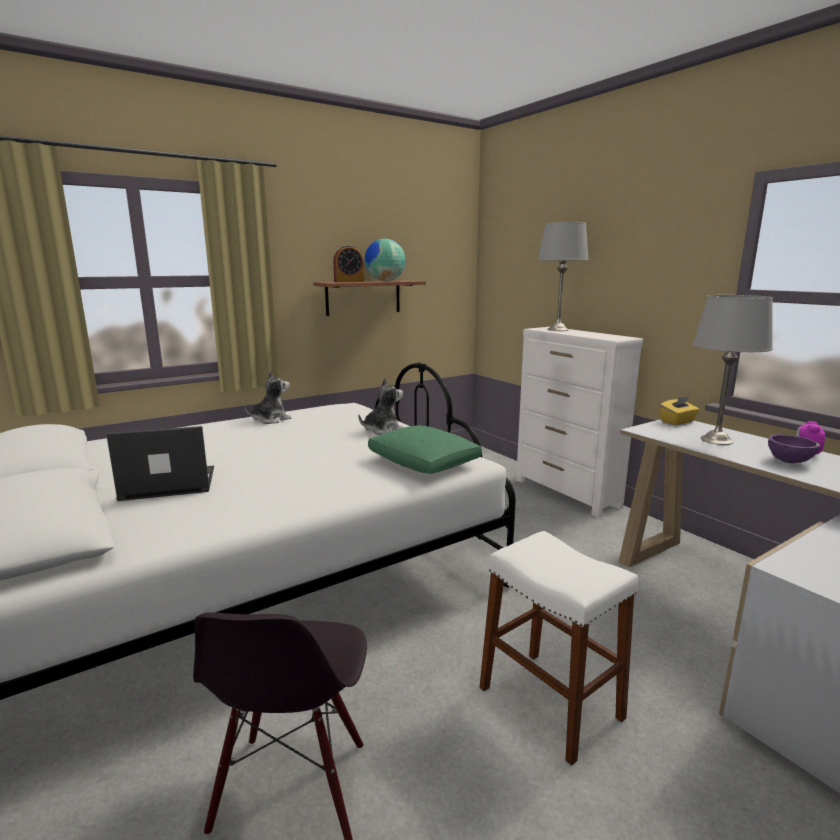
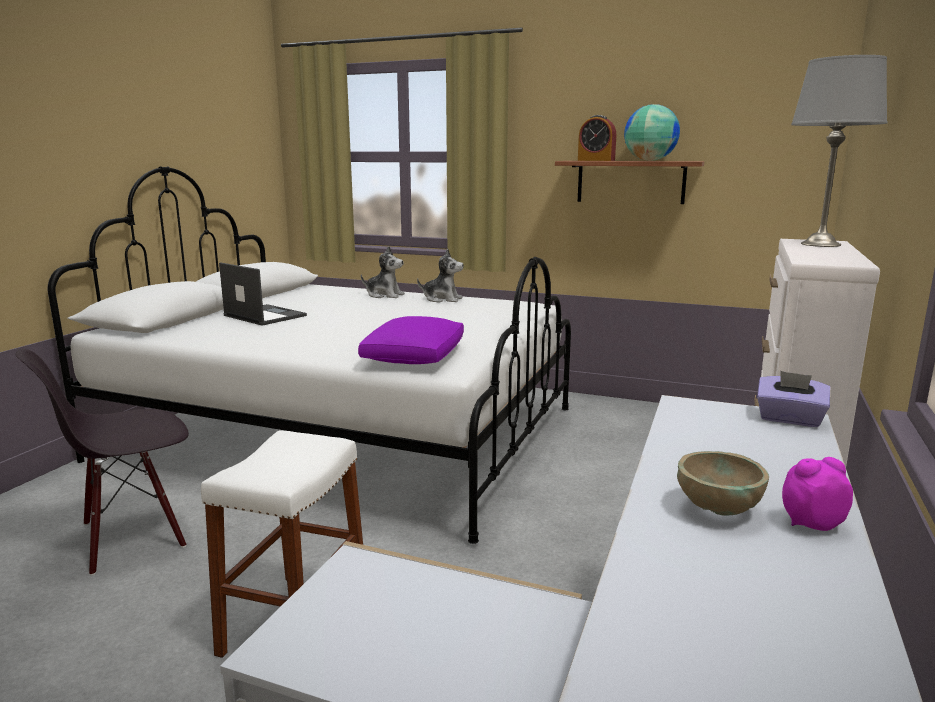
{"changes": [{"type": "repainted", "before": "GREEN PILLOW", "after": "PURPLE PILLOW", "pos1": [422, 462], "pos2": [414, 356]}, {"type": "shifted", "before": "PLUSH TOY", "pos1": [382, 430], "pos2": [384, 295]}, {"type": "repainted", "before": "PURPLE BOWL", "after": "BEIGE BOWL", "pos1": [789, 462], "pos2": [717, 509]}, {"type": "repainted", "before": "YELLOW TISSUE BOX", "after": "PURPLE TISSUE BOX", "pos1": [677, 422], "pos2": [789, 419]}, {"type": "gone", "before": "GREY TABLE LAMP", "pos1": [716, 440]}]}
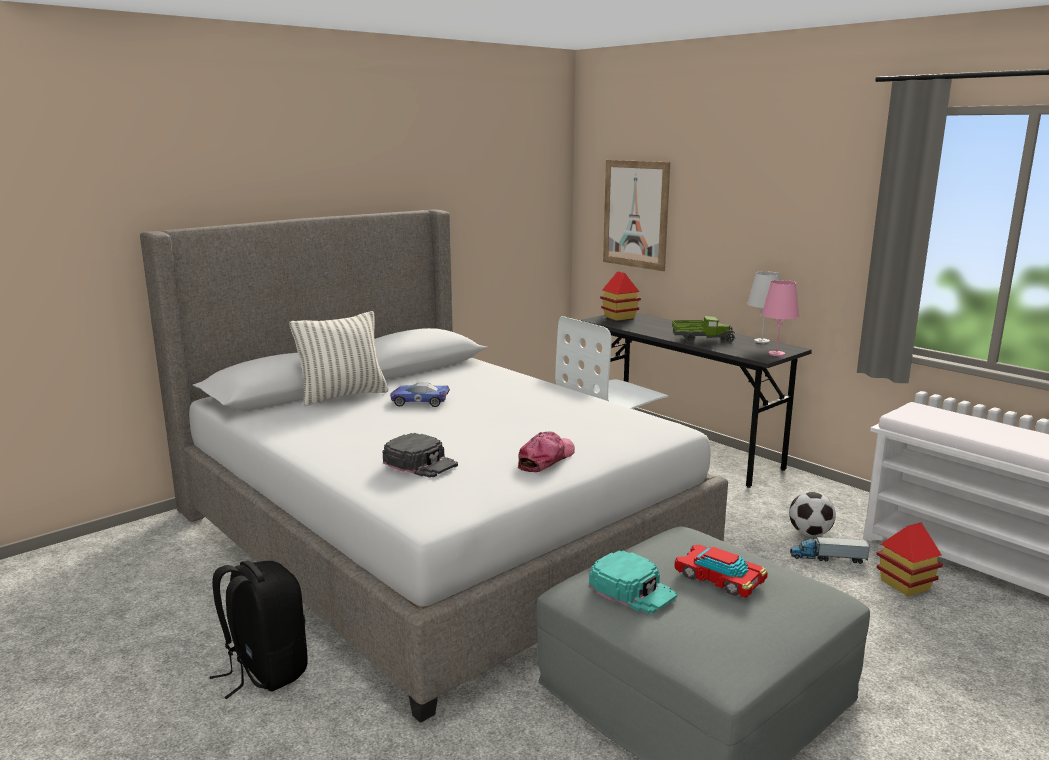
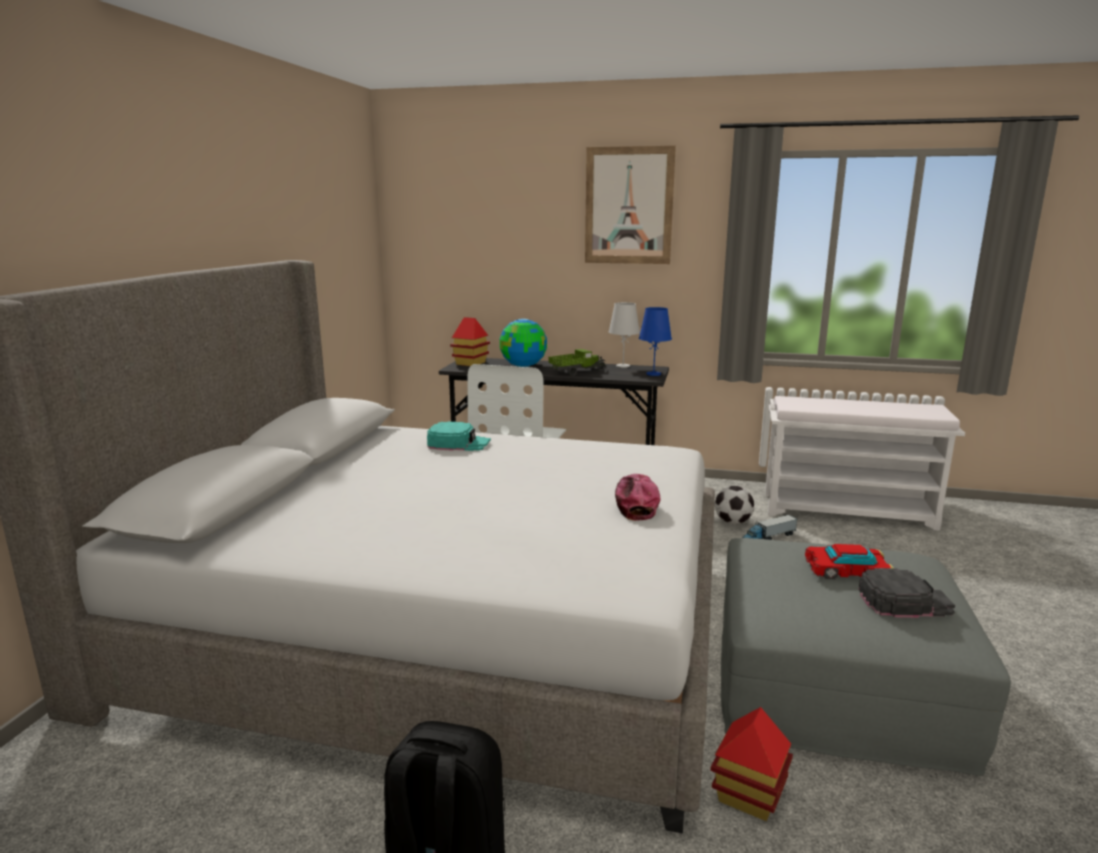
{"changes": [{"type": "shifted", "before": "TURQUOISE CAP", "pos1": [633, 590], "pos2": [458, 443]}, {"type": "new", "after": "GLOBE", "pos2": [524, 366]}, {"type": "shifted", "before": "PICTURE", "pos1": [635, 214], "pos2": [628, 206]}, {"type": "repainted", "before": "PINK TABLE LAMP", "after": "BLUE TABLE LAMP", "pos1": [776, 354], "pos2": [653, 374]}, {"type": "shifted", "before": "TOY HOUSE", "pos1": [904, 585], "pos2": [748, 796]}, {"type": "shifted", "before": "BLACK CAP", "pos1": [421, 463], "pos2": [904, 601]}, {"type": "gone", "before": "PILLOW", "pos1": [343, 396]}, {"type": "gone", "before": "TOY CAR", "pos1": [419, 401]}]}
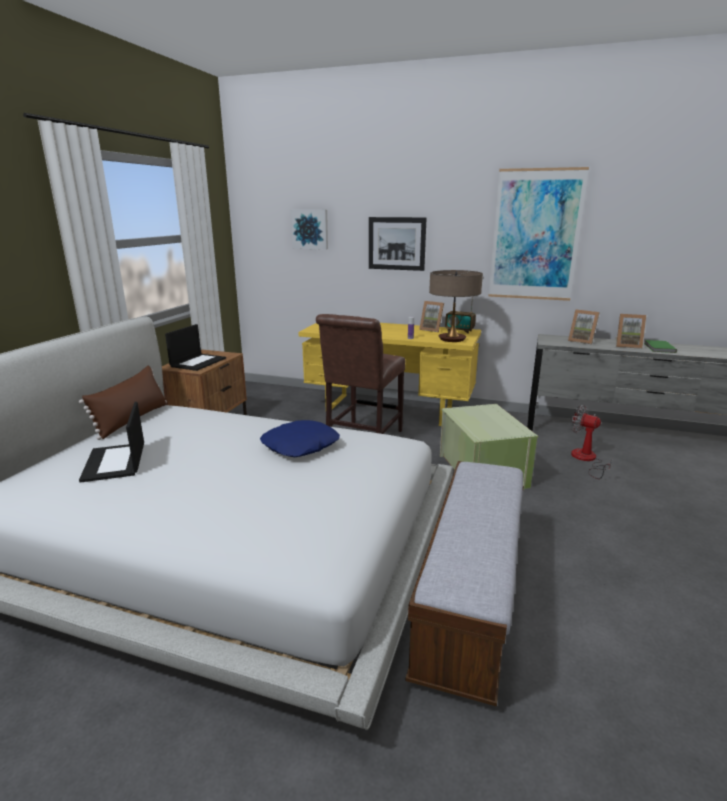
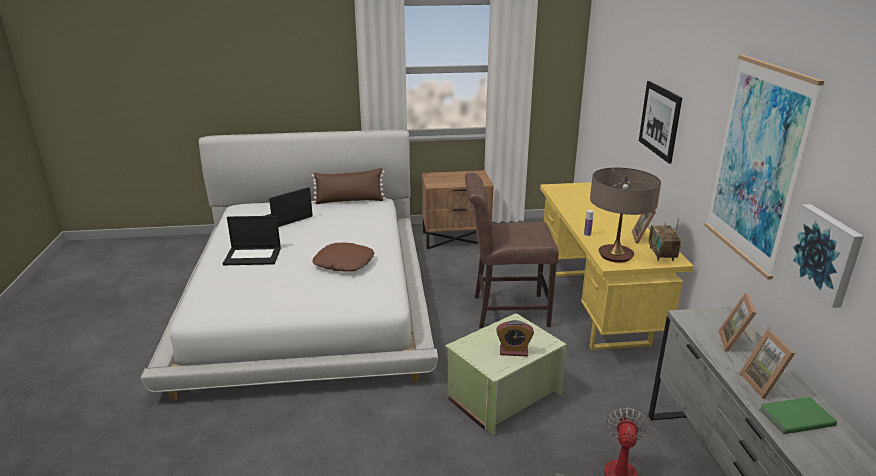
{"changes": [{"type": "shifted", "before": "LAPTOP", "pos1": [198, 362], "pos2": [253, 256]}, {"type": "repainted", "before": "BLUE PILLOW", "after": "BROWN PILLOW", "pos1": [301, 446], "pos2": [344, 263]}, {"type": "new", "after": "ALARM CLOCK", "pos2": [513, 351]}, {"type": "shifted", "before": "PICTURE", "pos1": [310, 229], "pos2": [825, 254]}, {"type": "gone", "before": "BENCH", "pos1": [469, 598]}]}
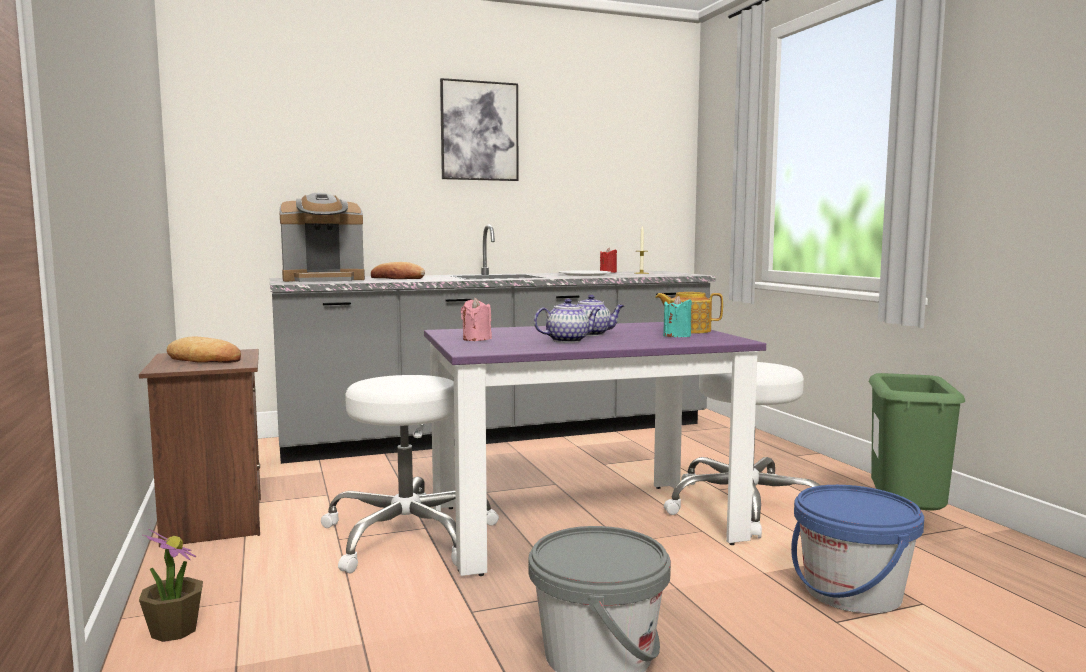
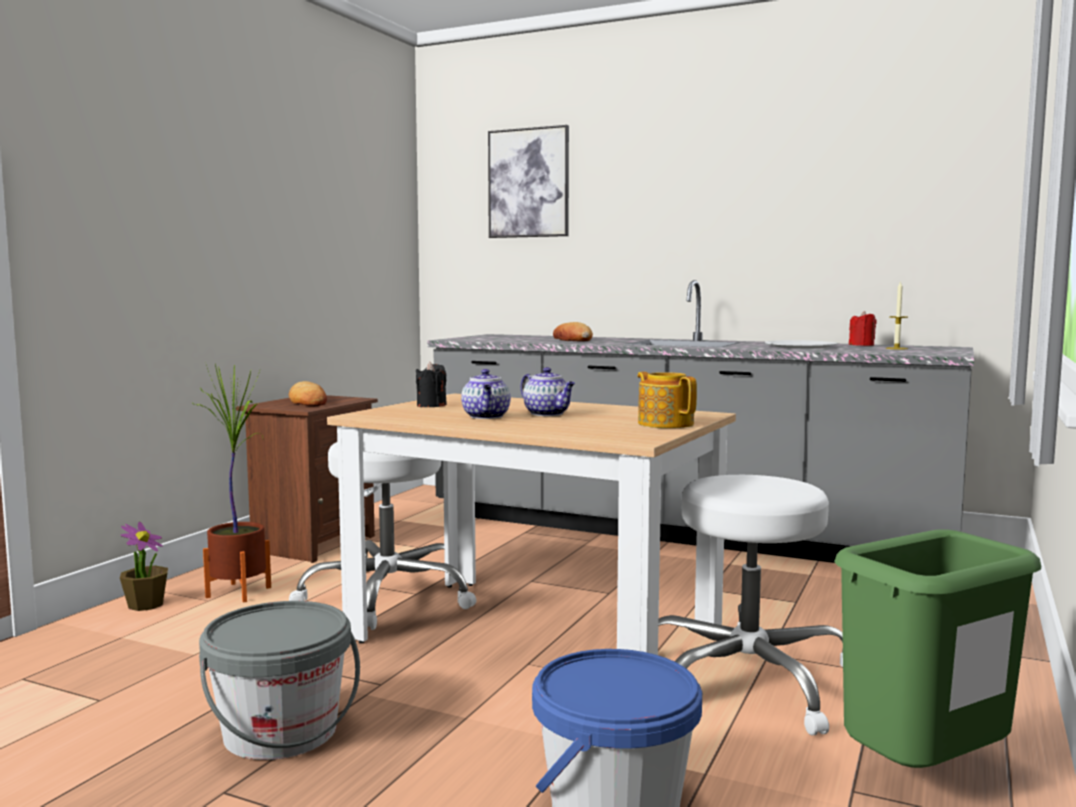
{"changes": [{"type": "new", "after": "POTTED PLANT", "pos2": [239, 592]}, {"type": "repainted", "before": "PURPLE DINING TABLE", "after": "BEIGE DINING TABLE", "pos1": [582, 525], "pos2": [534, 635]}, {"type": "repainted", "before": "PINK CANDLE", "after": "BLACK CANDLE", "pos1": [476, 339], "pos2": [431, 405]}, {"type": "rotated", "before": "TEAPOT", "pos1": [568, 340], "pos2": [486, 417], "turn": 60}, {"type": "shifted", "before": "PICTURE", "pos1": [479, 131], "pos2": [528, 183]}, {"type": "gone", "before": "COFFEE MACHINE", "pos1": [324, 280]}, {"type": "gone", "before": "TURQUOISE CANDLE", "pos1": [677, 336]}]}
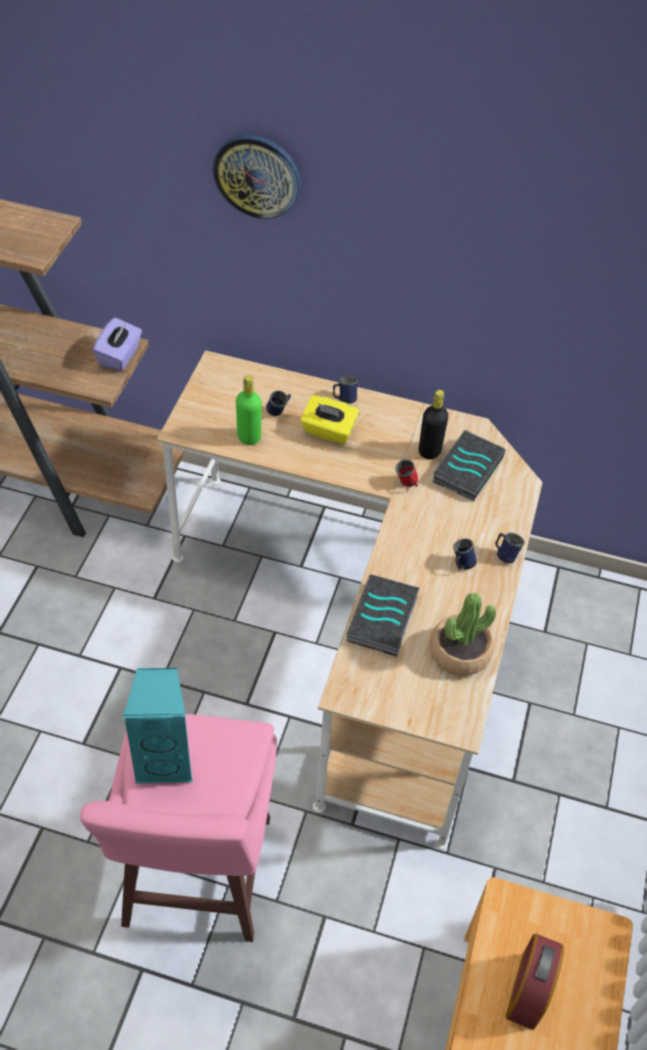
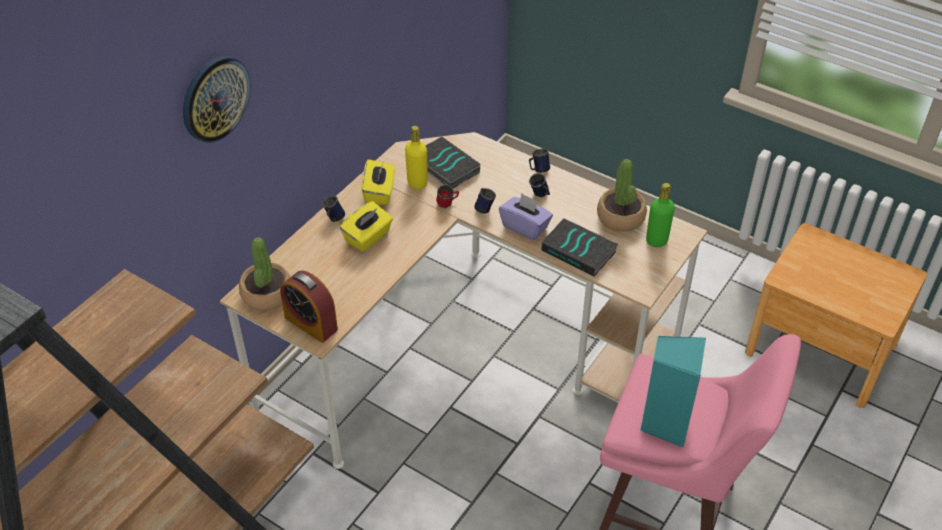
{"changes": [{"type": "new", "after": "POTTED PLANT", "pos2": [267, 294]}, {"type": "shifted", "before": "ALARM CLOCK", "pos1": [528, 990], "pos2": [311, 323]}, {"type": "new", "after": "YELLOW TISSUE BOX", "pos2": [379, 193]}, {"type": "repainted", "before": "BLACK BOTTLE", "after": "YELLOW BOTTLE", "pos1": [429, 451], "pos2": [417, 183]}, {"type": "shifted", "before": "BLUE MUG", "pos1": [279, 411], "pos2": [483, 208]}, {"type": "shifted", "before": "PURPLE TISSUE BOX", "pos1": [120, 356], "pos2": [525, 227]}, {"type": "shifted", "before": "GREEN BOTTLE", "pos1": [249, 437], "pos2": [656, 241]}]}
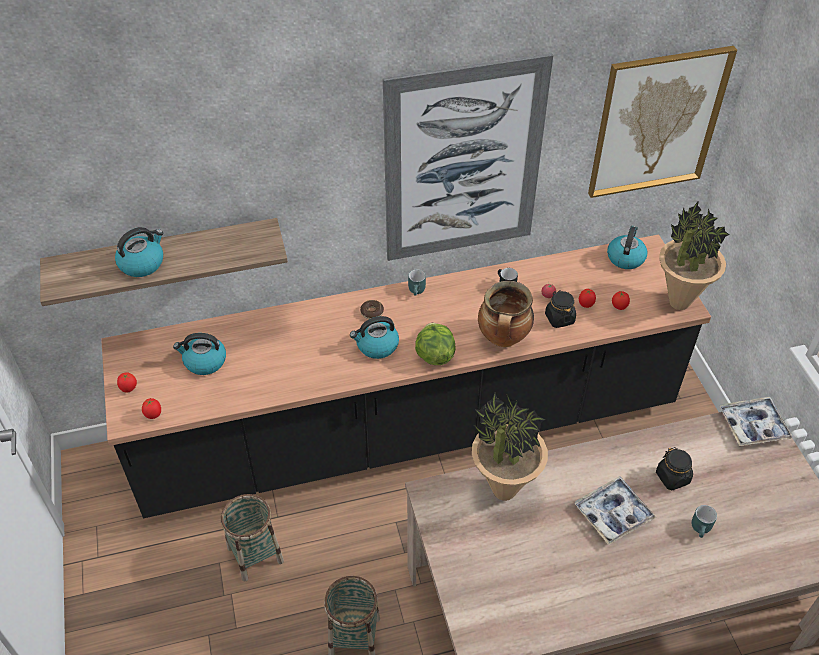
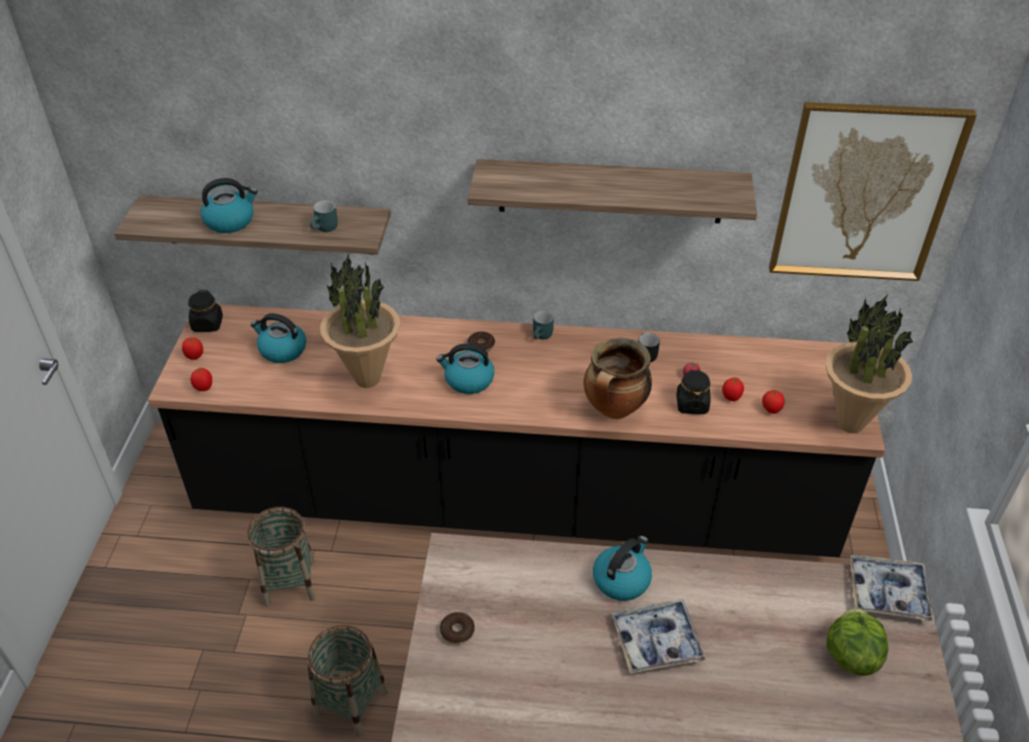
{"changes": [{"type": "shifted", "before": "BLACK JAR", "pos1": [672, 477], "pos2": [207, 324]}, {"type": "shifted", "before": "TURQUOISE MUG", "pos1": [702, 529], "pos2": [325, 229]}, {"type": "shifted", "before": "POTTED PLANT", "pos1": [503, 490], "pos2": [367, 379]}, {"type": "new", "after": "DONUT", "pos2": [457, 631]}, {"type": "swapped", "before": "PICTURE", "after": "SHELF", "pos1": [463, 163], "pos2": [610, 191]}, {"type": "shifted", "before": "KETTLE", "pos1": [625, 257], "pos2": [621, 579]}, {"type": "shifted", "before": "LETTUCE", "pos1": [434, 355], "pos2": [850, 656]}]}
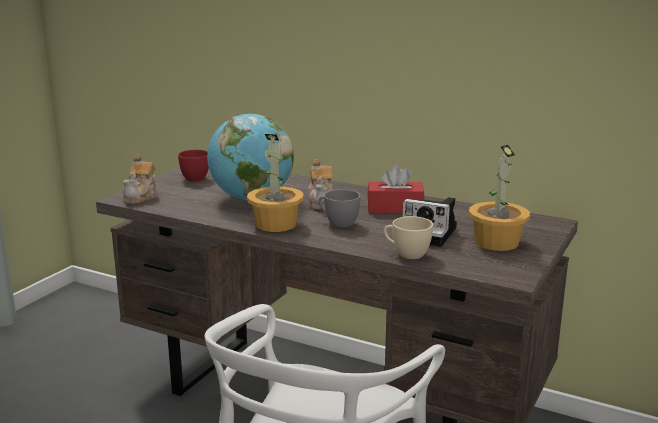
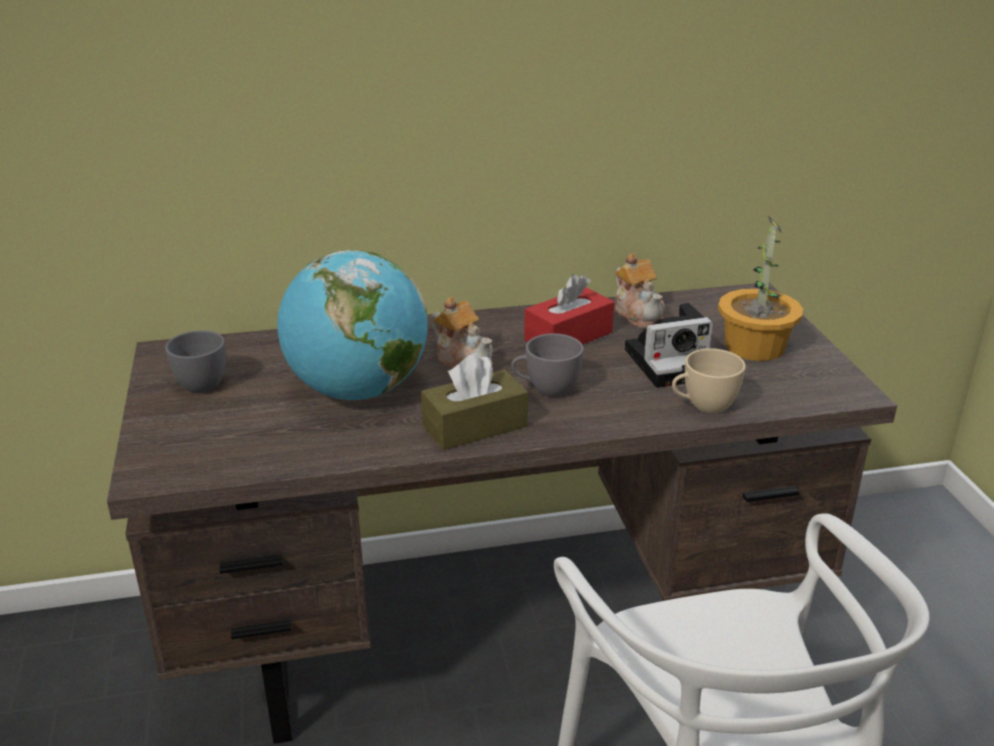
{"changes": [{"type": "repainted", "before": "RED CUP", "after": "GREY CUP", "pos1": [197, 177], "pos2": [201, 382]}, {"type": "swapped", "before": "POTTED PLANT", "after": "BROWN TISSUE BOX", "pos1": [275, 224], "pos2": [475, 426]}, {"type": "shifted", "before": "TEAPOT", "pos1": [141, 197], "pos2": [638, 314]}]}
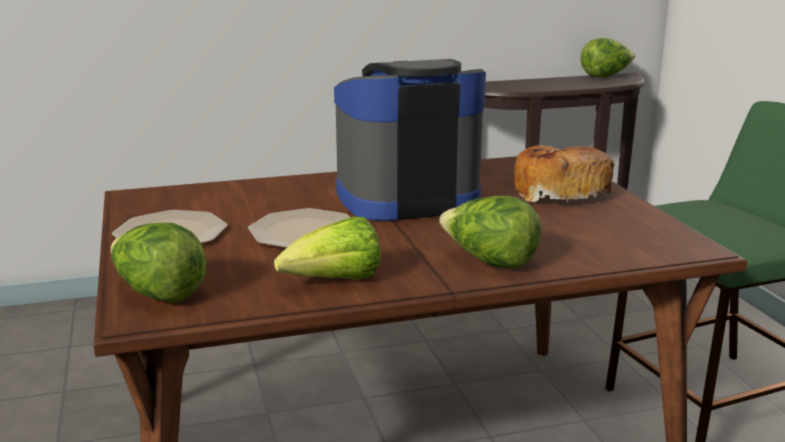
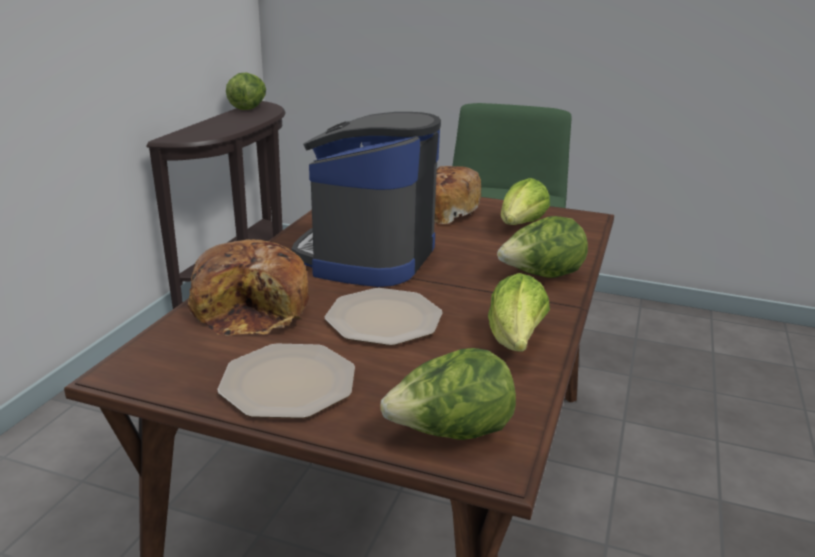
{"changes": [{"type": "new", "after": "BREAD", "pos2": [254, 308]}, {"type": "new", "after": "LETTUCE", "pos2": [520, 226]}]}
